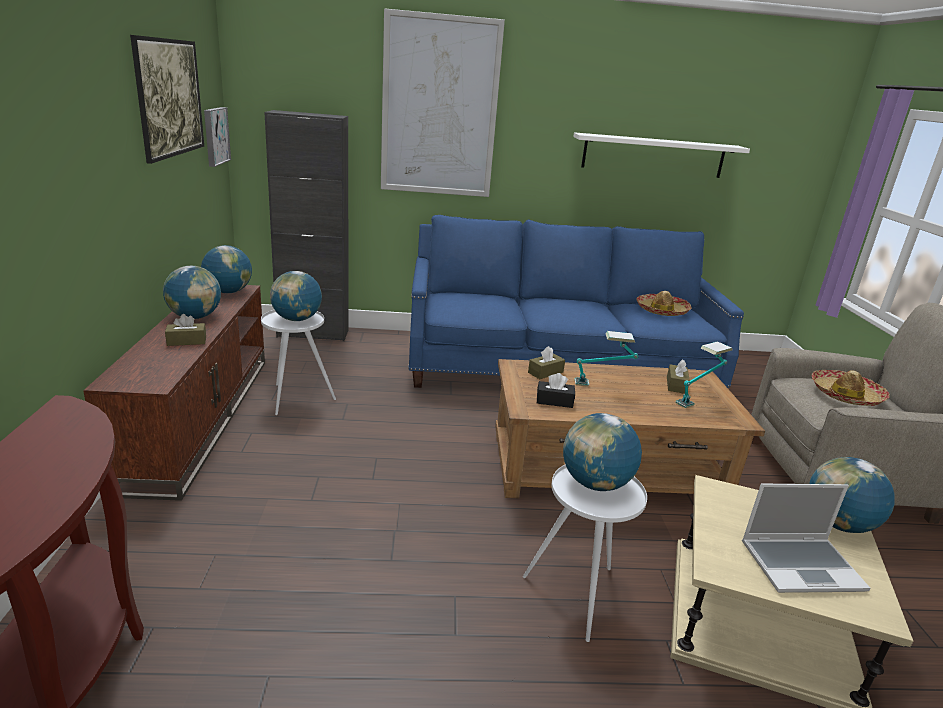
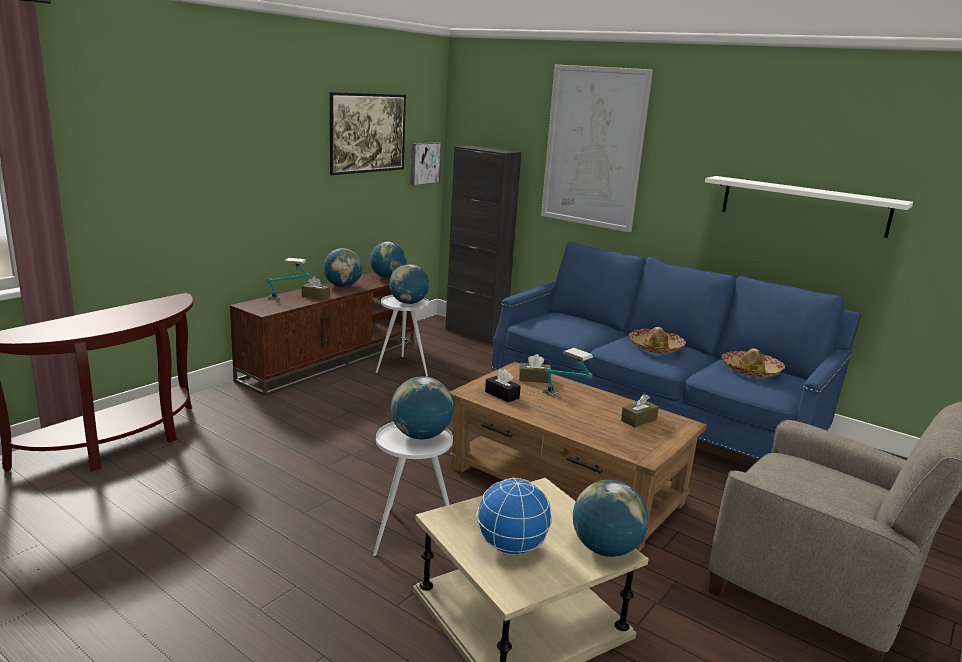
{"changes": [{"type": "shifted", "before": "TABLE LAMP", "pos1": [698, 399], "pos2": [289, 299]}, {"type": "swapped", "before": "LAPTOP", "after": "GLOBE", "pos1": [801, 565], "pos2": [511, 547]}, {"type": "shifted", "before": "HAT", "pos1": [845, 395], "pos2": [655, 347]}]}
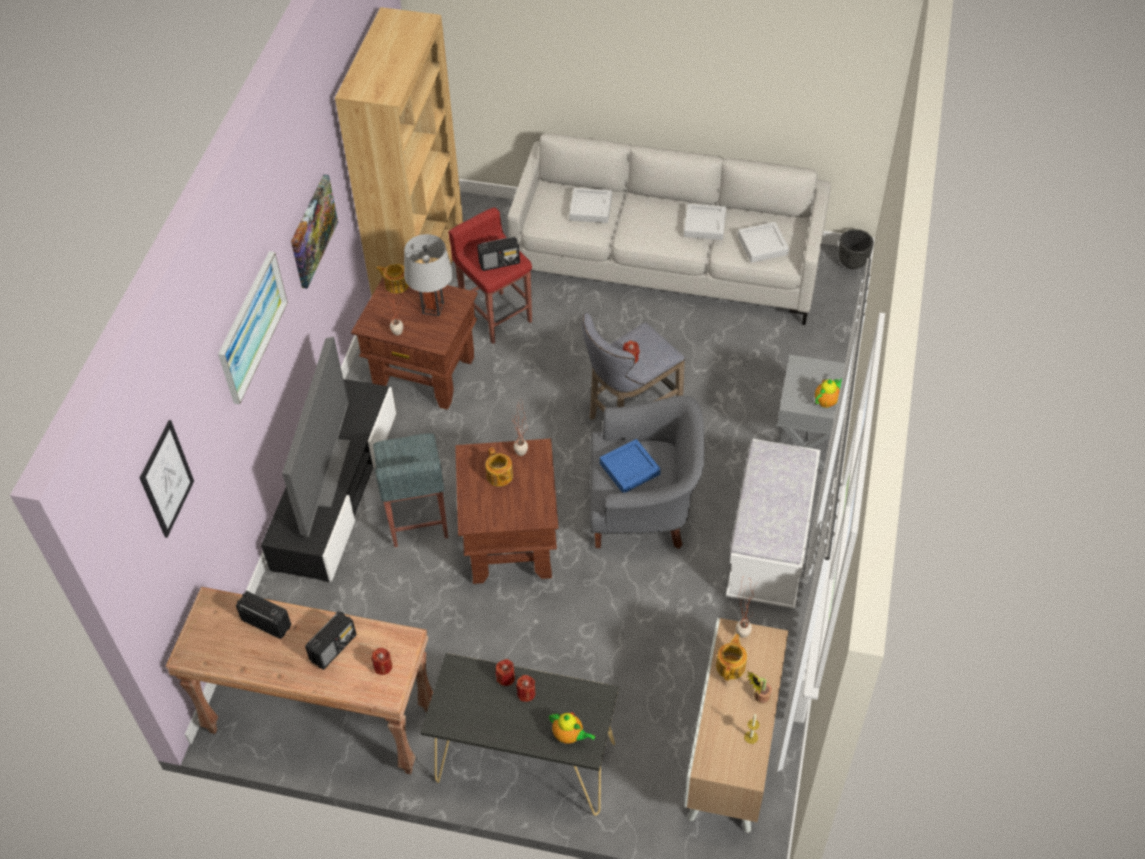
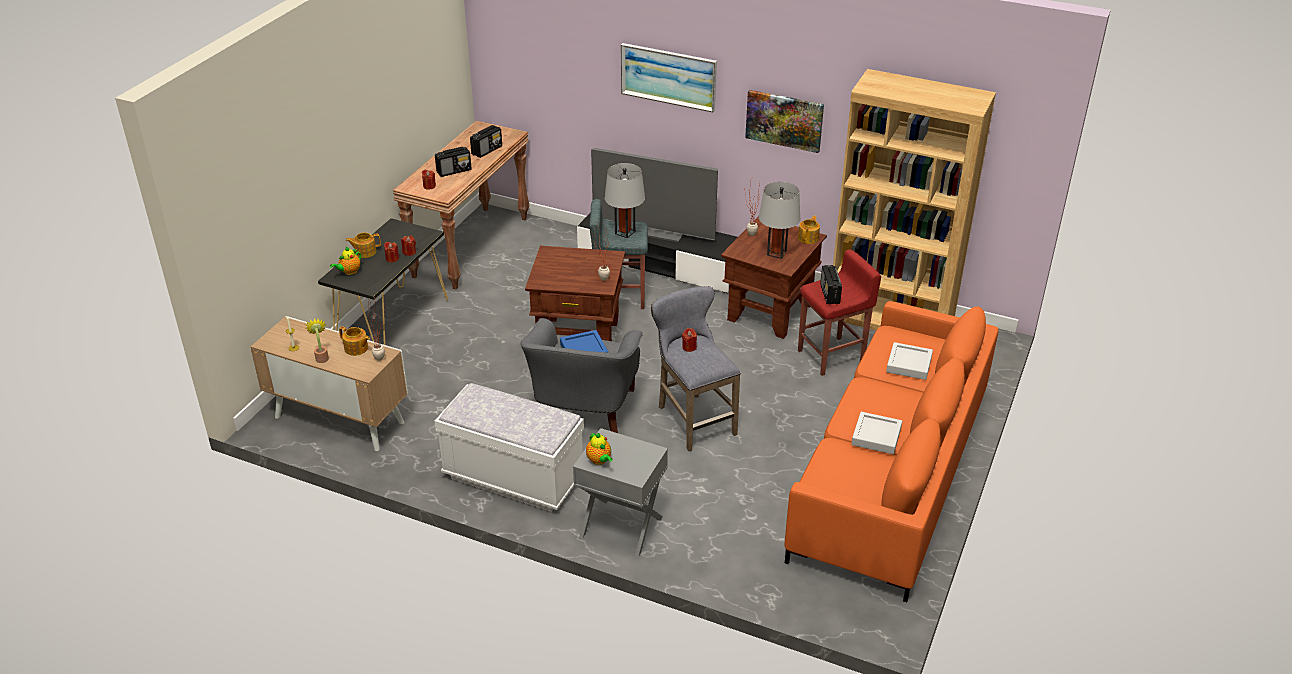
{"changes": [{"type": "shifted", "before": "TEAPOT", "pos1": [499, 476], "pos2": [365, 252]}, {"type": "rotated", "before": "RADIO", "pos1": [334, 647], "pos2": [454, 171], "turn": -75}, {"type": "new", "after": "GREY TABLE LAMP", "pos2": [625, 232]}, {"type": "repainted", "before": "GREY SOFA", "after": "ORANGE SOFA", "pos1": [667, 264], "pos2": [889, 474]}, {"type": "gone", "before": "PICTURE", "pos1": [166, 479]}, {"type": "gone", "before": "GREY TRAY", "pos1": [762, 245]}, {"type": "gone", "before": "BLACK PLANTER", "pos1": [852, 262]}]}
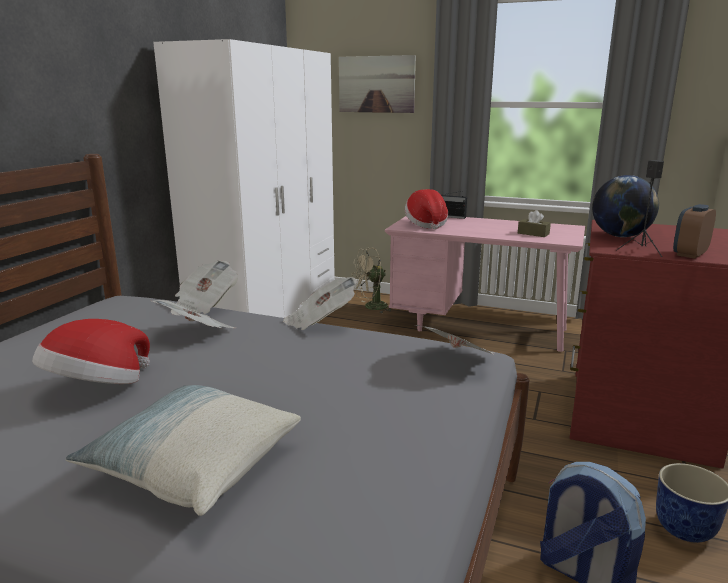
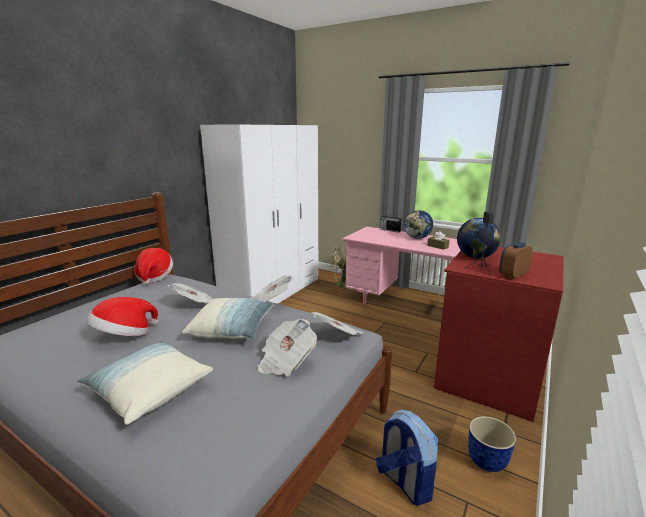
{"changes": [{"type": "shifted", "before": "HAT", "pos1": [426, 224], "pos2": [154, 277]}, {"type": "new", "after": "PILLOW", "pos2": [232, 329]}, {"type": "shifted", "before": "NEWSPAPER", "pos1": [204, 305], "pos2": [286, 361]}, {"type": "new", "after": "GLOBE", "pos2": [417, 238]}, {"type": "gone", "before": "PICTURE", "pos1": [376, 84]}]}
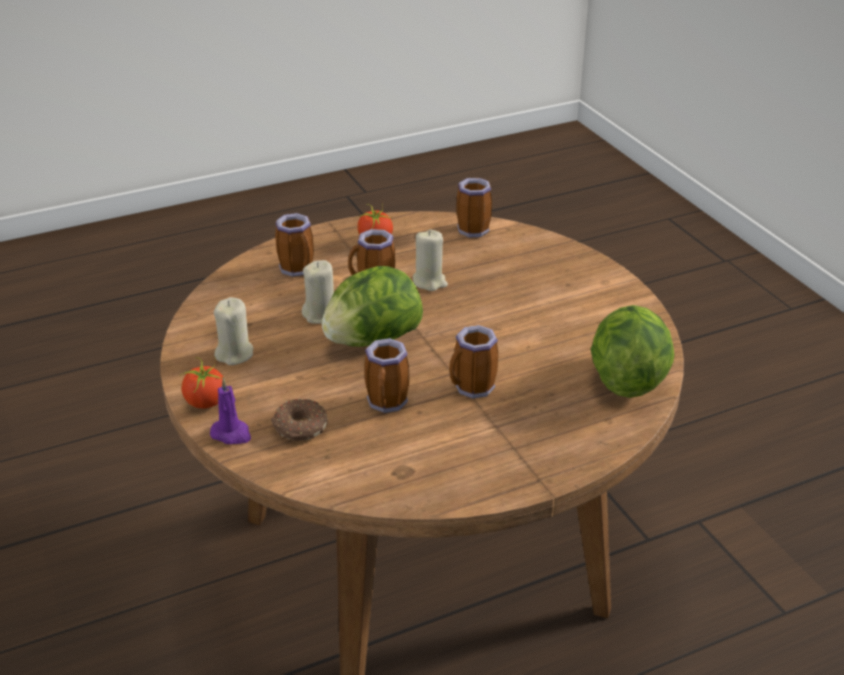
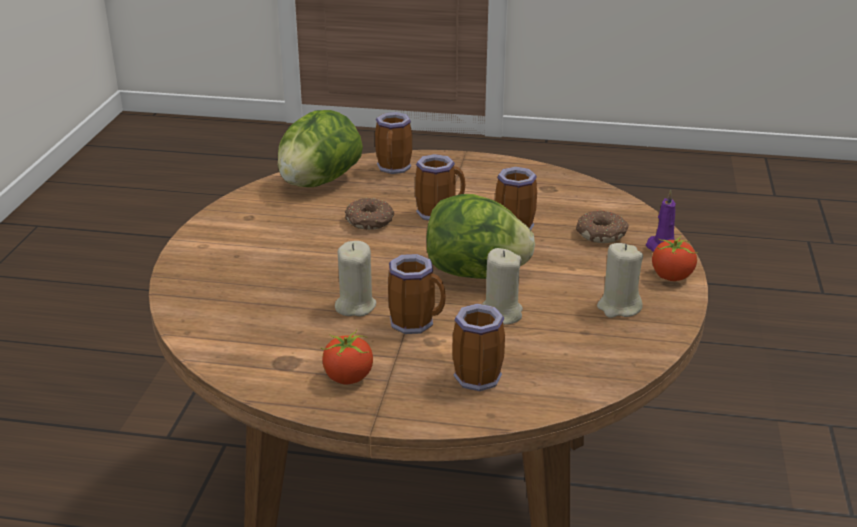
{"changes": [{"type": "new", "after": "DONUT", "pos2": [369, 222]}, {"type": "shifted", "before": "MUG", "pos1": [470, 229], "pos2": [395, 169]}]}
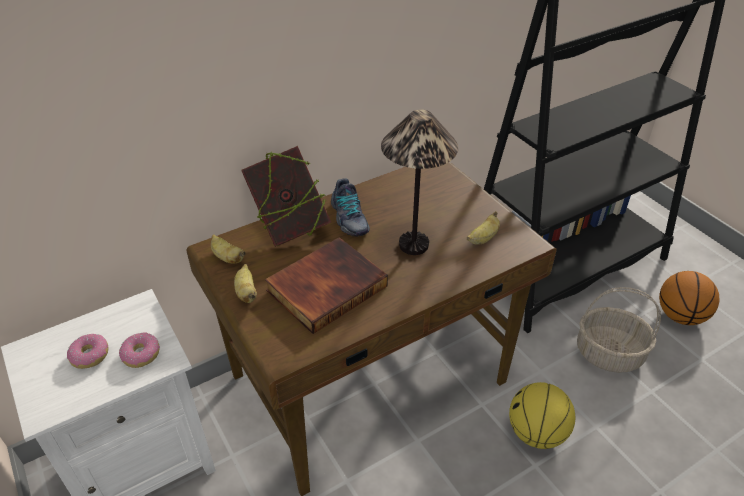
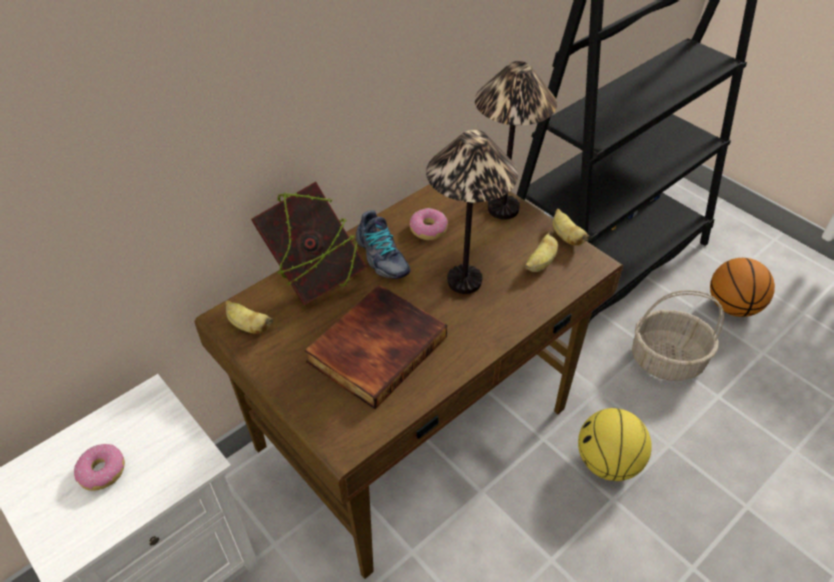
{"changes": [{"type": "shifted", "before": "DONUT", "pos1": [141, 354], "pos2": [428, 229]}, {"type": "new", "after": "TABLE LAMP", "pos2": [504, 209]}, {"type": "shifted", "before": "BANANA", "pos1": [246, 292], "pos2": [566, 237]}]}
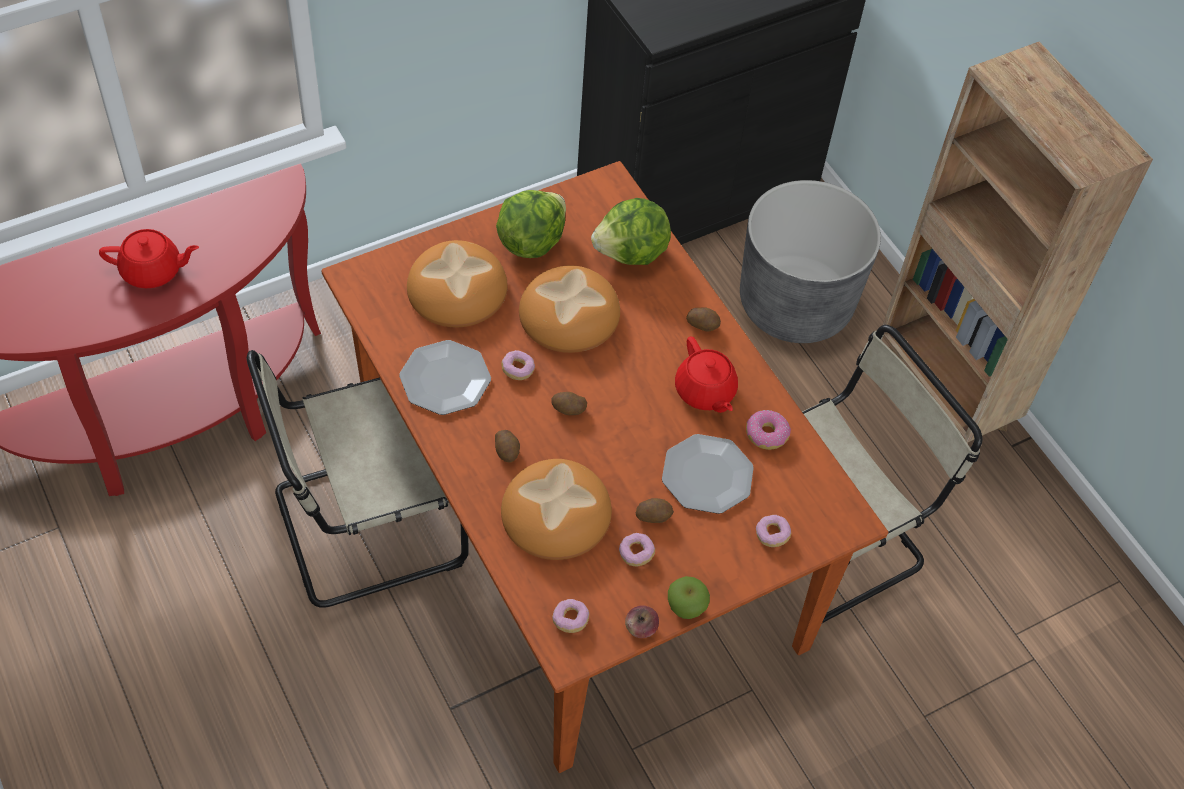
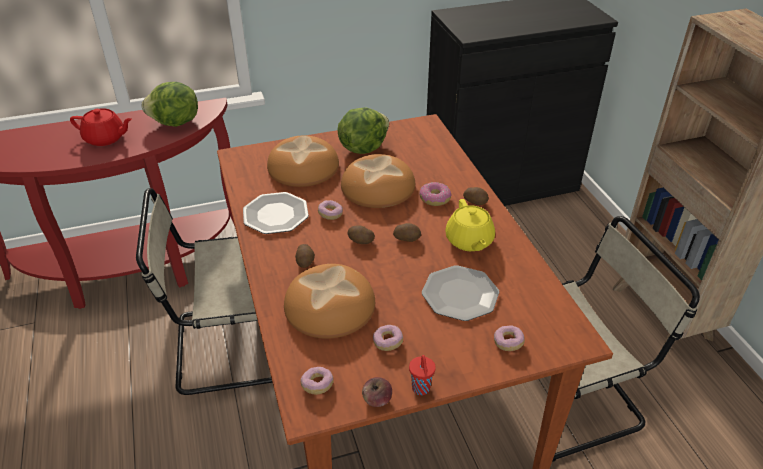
{"changes": [{"type": "shifted", "before": "LETTUCE", "pos1": [631, 253], "pos2": [175, 123]}, {"type": "shifted", "before": "POTATO", "pos1": [653, 515], "pos2": [407, 238]}, {"type": "swapped", "before": "APPLE", "after": "RED CUP", "pos1": [686, 608], "pos2": [421, 389]}, {"type": "shifted", "before": "DONUT", "pos1": [766, 434], "pos2": [434, 198]}, {"type": "repainted", "before": "RED TEAPOT", "after": "YELLOW TEAPOT", "pos1": [705, 392], "pos2": [469, 241]}, {"type": "gone", "before": "GREY PLANTER", "pos1": [795, 304]}]}
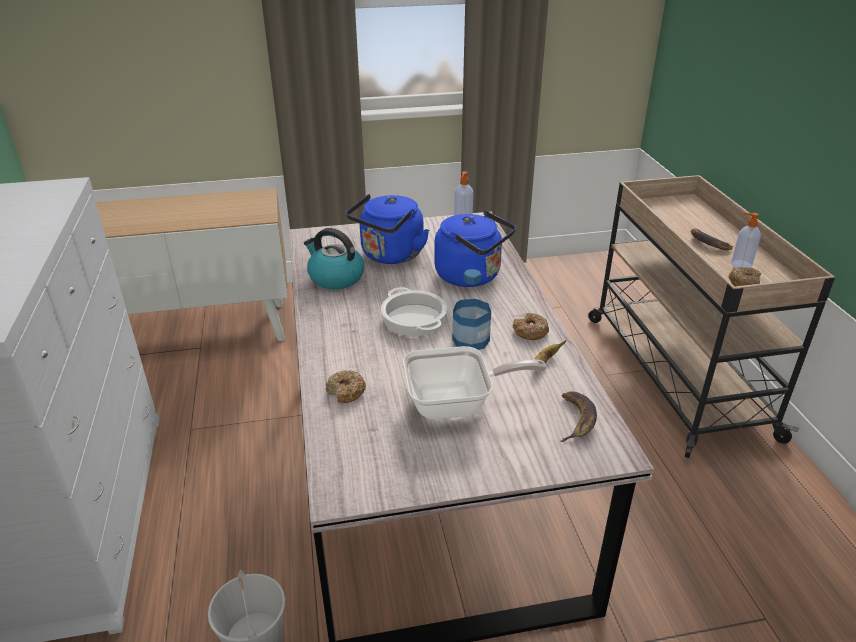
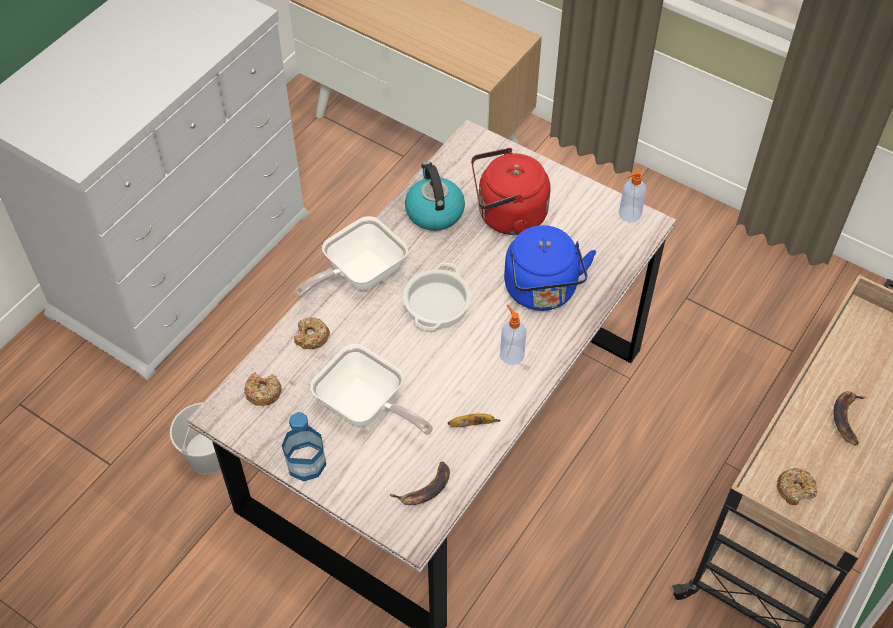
{"changes": [{"type": "shifted", "before": "DONUT", "pos1": [530, 332], "pos2": [263, 392]}, {"type": "shifted", "before": "BOTTLE", "pos1": [471, 340], "pos2": [306, 463]}, {"type": "new", "after": "FRYING PAN", "pos2": [358, 275]}, {"type": "repainted", "before": "BLUE KETTLE", "after": "RED KETTLE", "pos1": [390, 256], "pos2": [507, 216]}, {"type": "shifted", "before": "SOAP DISPENSER", "pos1": [740, 264], "pos2": [511, 354]}]}
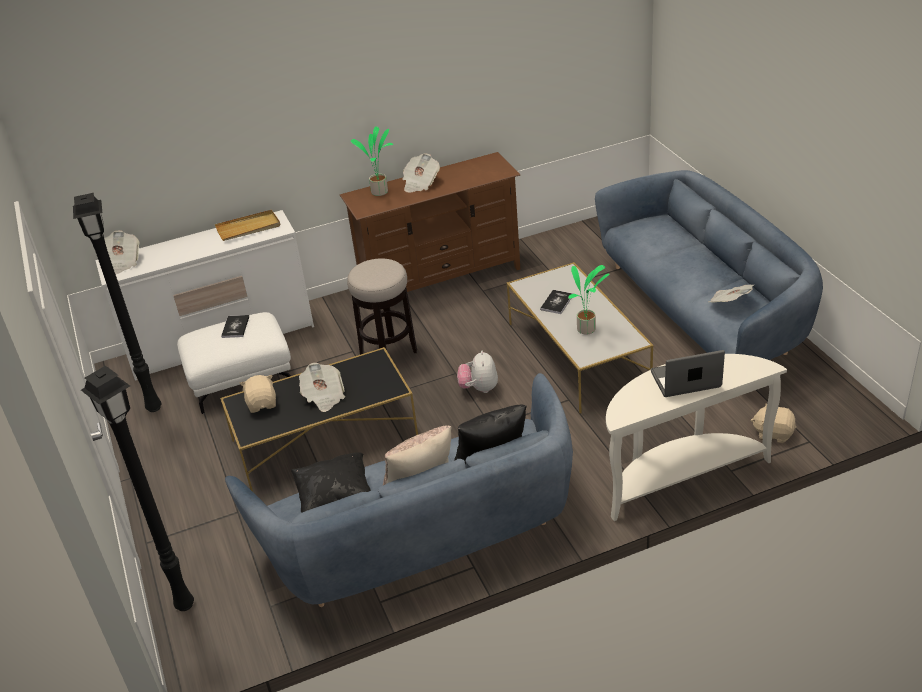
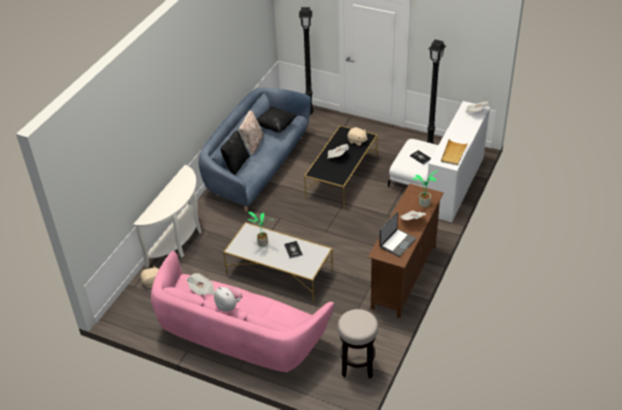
{"changes": [{"type": "repainted", "before": "BLUE SOFA", "after": "PINK SOFA", "pos1": [703, 311], "pos2": [239, 337]}, {"type": "shifted", "before": "PLUSH TOY", "pos1": [479, 388], "pos2": [229, 306]}, {"type": "shifted", "before": "STOOL", "pos1": [388, 352], "pos2": [357, 366]}, {"type": "shifted", "before": "LAPTOP", "pos1": [686, 381], "pos2": [397, 243]}]}
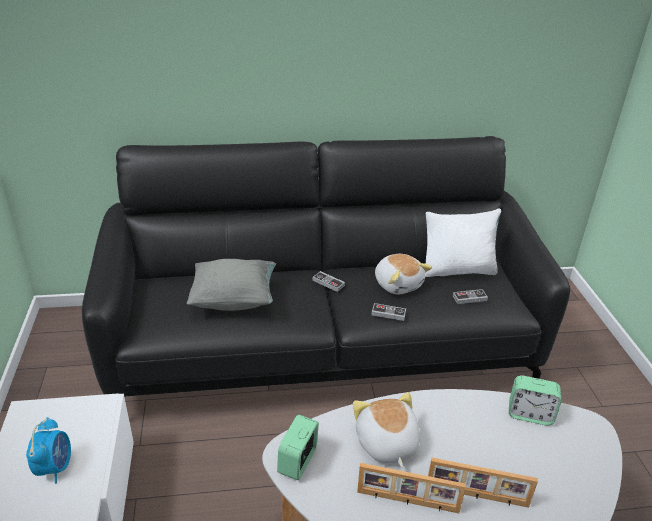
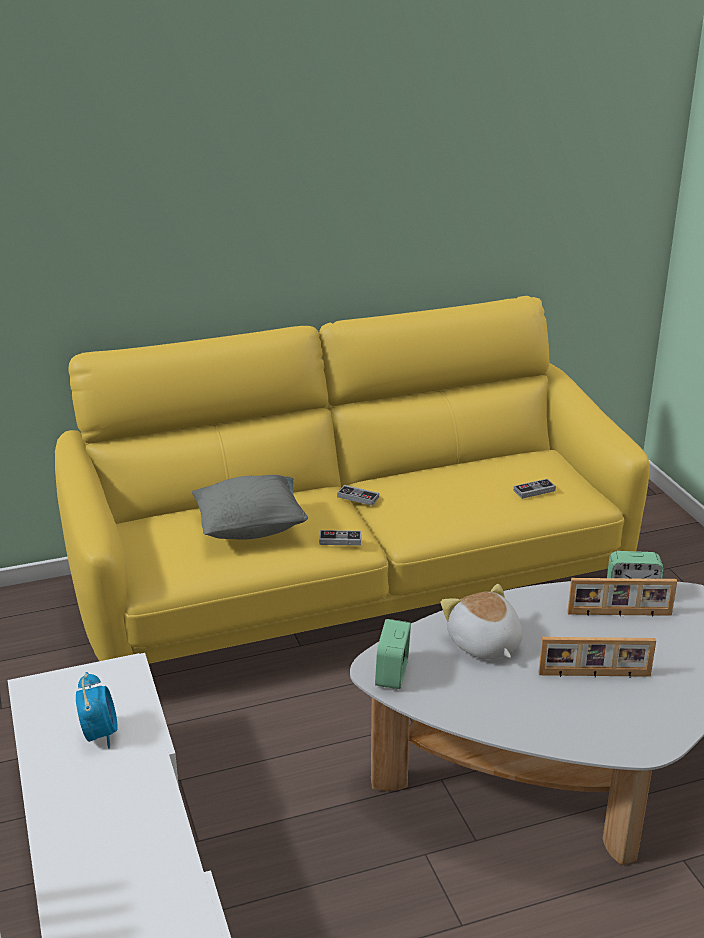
{"changes": [{"type": "repainted", "before": "BLACK SOFA", "after": "YELLOW SOFA", "pos1": [323, 348], "pos2": [352, 590]}, {"type": "shifted", "before": "GAME CONTROLLER", "pos1": [388, 313], "pos2": [340, 540]}, {"type": "shifted", "before": "PICTURE FRAME", "pos1": [407, 502], "pos2": [619, 614]}, {"type": "gone", "before": "PLUSH TOY", "pos1": [398, 284]}, {"type": "gone", "before": "WHITE PILLOW", "pos1": [458, 270]}]}
